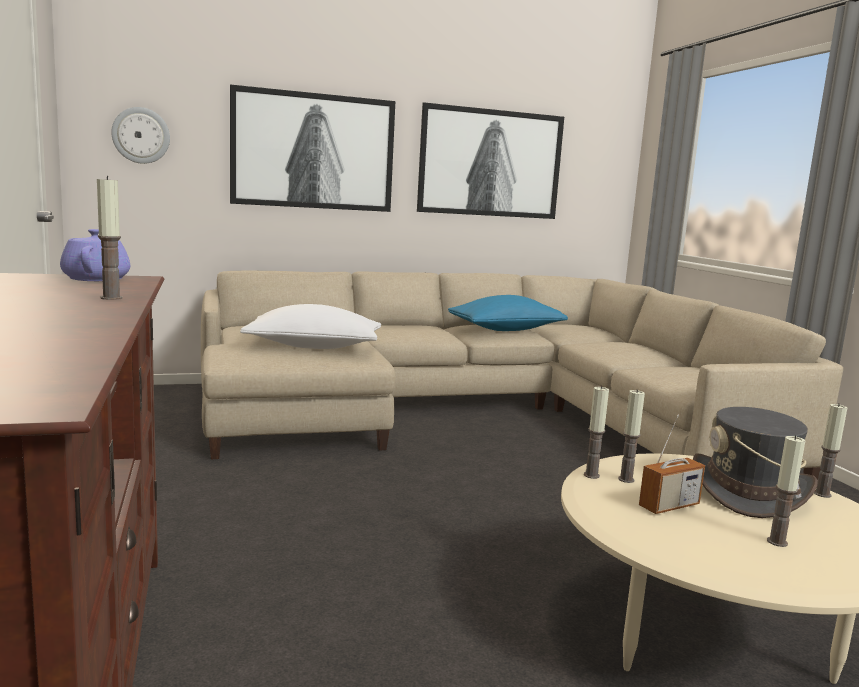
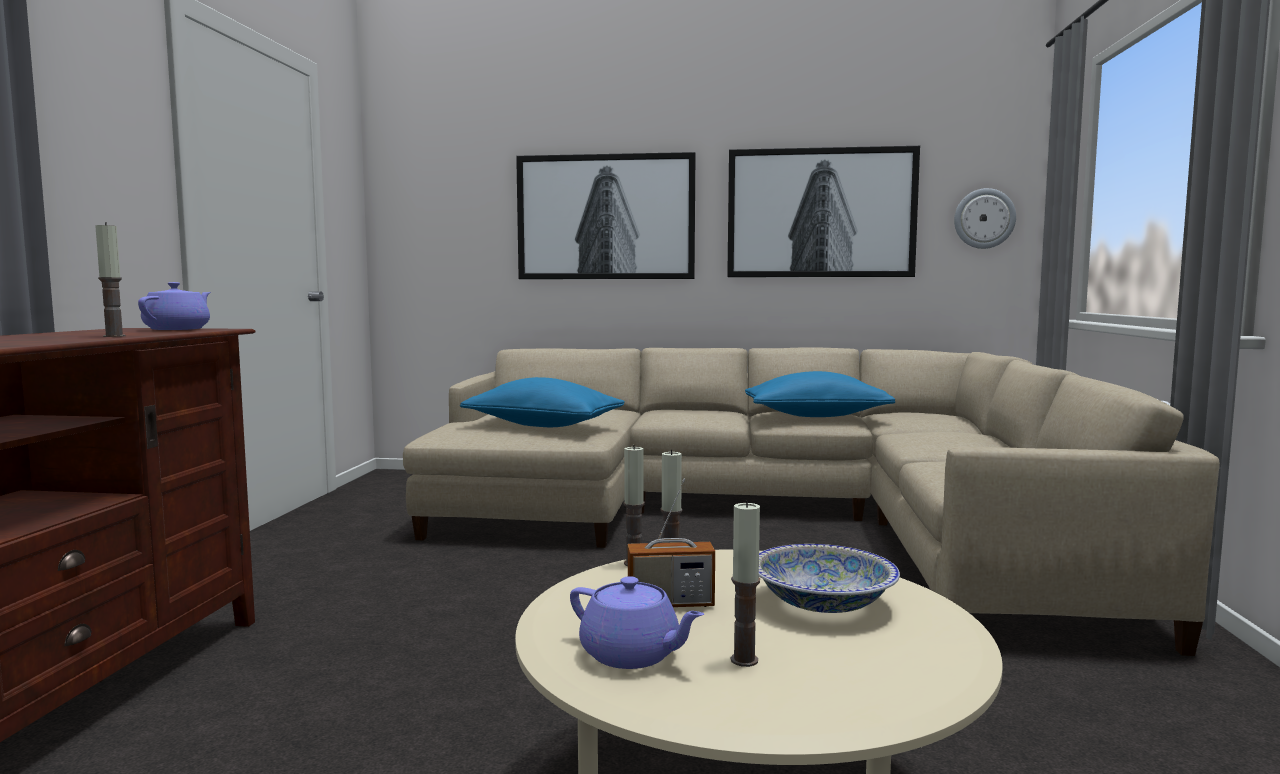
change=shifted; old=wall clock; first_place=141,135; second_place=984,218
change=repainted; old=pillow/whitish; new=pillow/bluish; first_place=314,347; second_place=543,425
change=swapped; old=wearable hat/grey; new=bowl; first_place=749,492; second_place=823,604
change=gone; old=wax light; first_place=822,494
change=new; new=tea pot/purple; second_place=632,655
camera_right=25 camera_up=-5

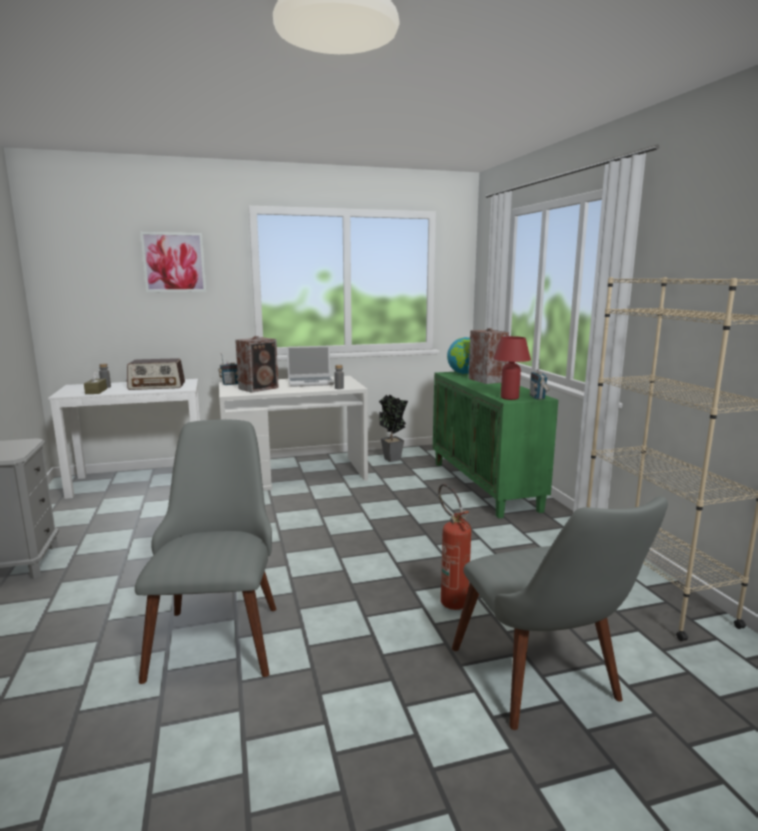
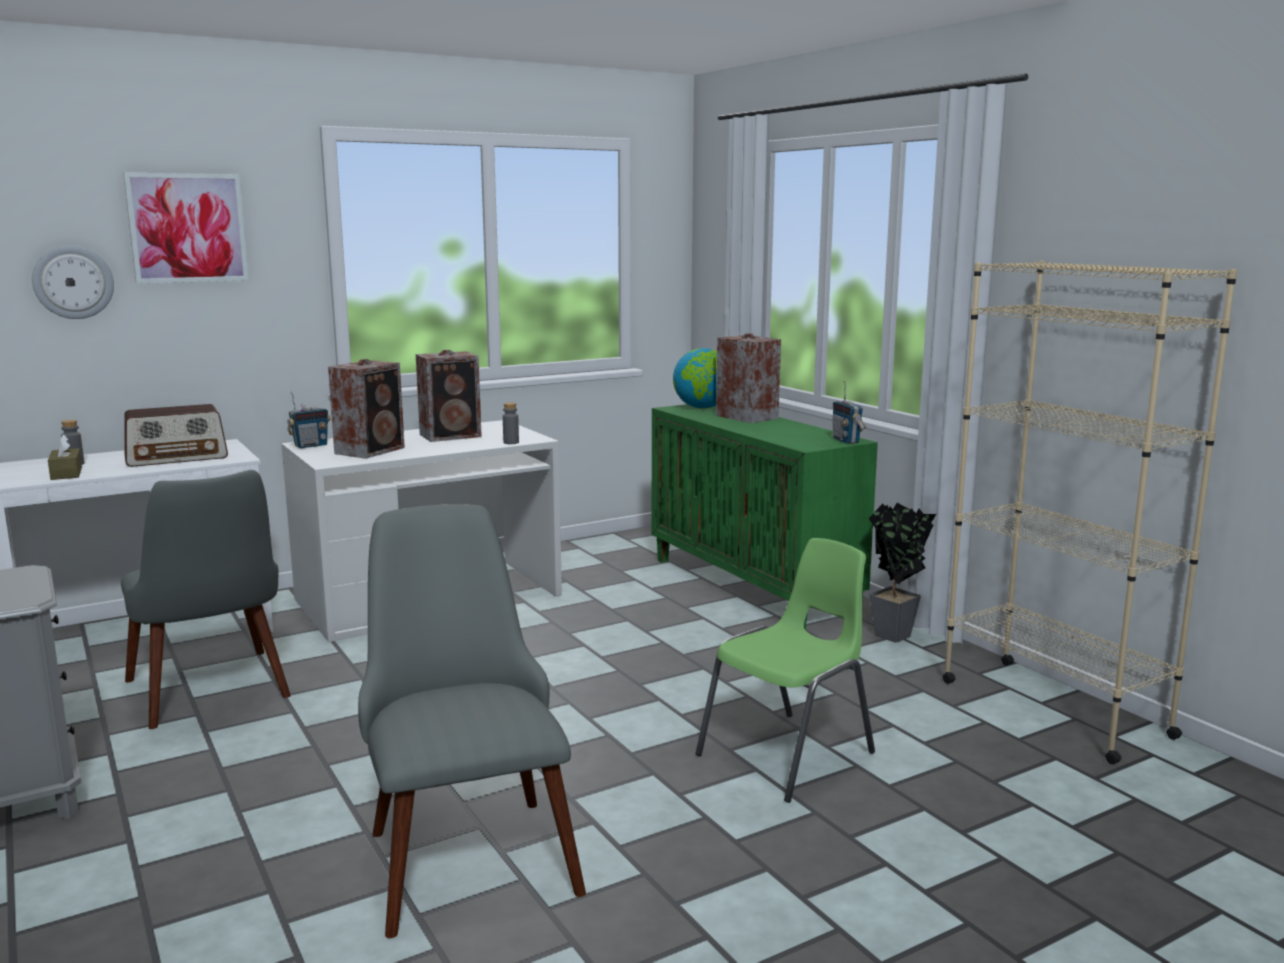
change=swapped; old=notebook computer; new=loudspeaker; first_place=311,382; second_place=452,435
change=shifted; old=potted plant; first_place=392,460; second_place=895,638
change=swapped; old=fire-fighting cylinder; new=chair/green-coloured; first_place=450,599; second_place=789,754
change=shifted; old=chair/grey; first_place=546,686; second_place=214,696
change=gone; old=lamp for a table/reddish; first_place=509,398
change=new; new=wall clock; second_place=73,282
camera_right=-15 camera_up=0

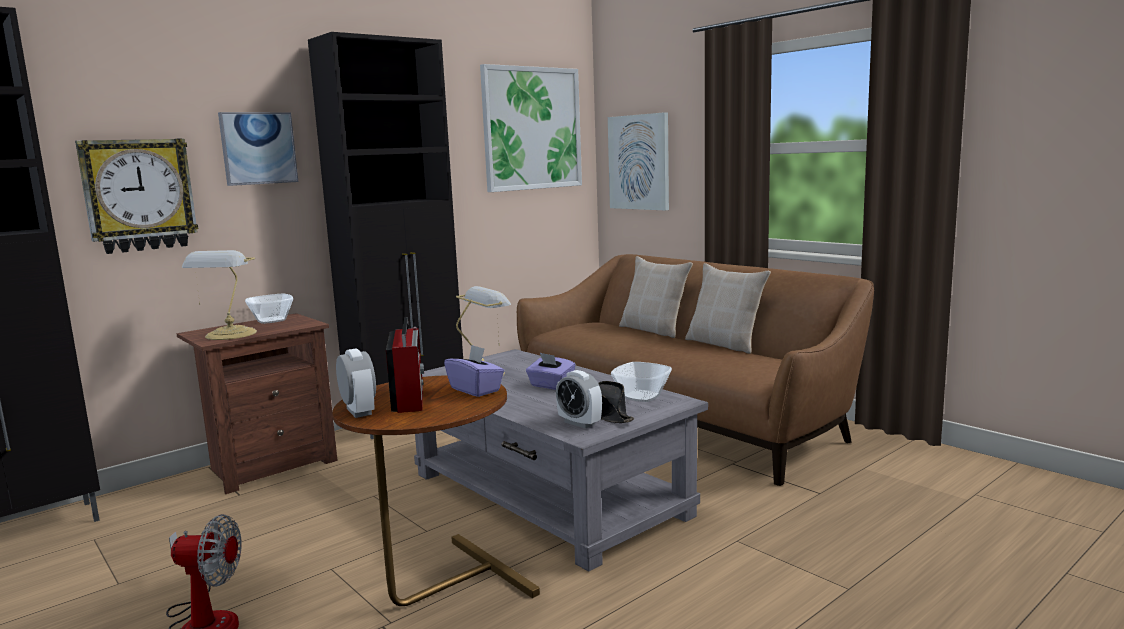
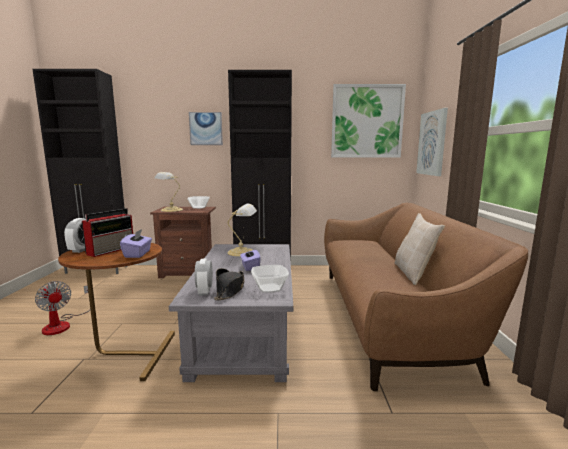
change=gone; old=wall clock; first_place=139,195
change=gone; old=pillow/beige-coloured; first_place=654,330
camera_right=40 camera_up=0

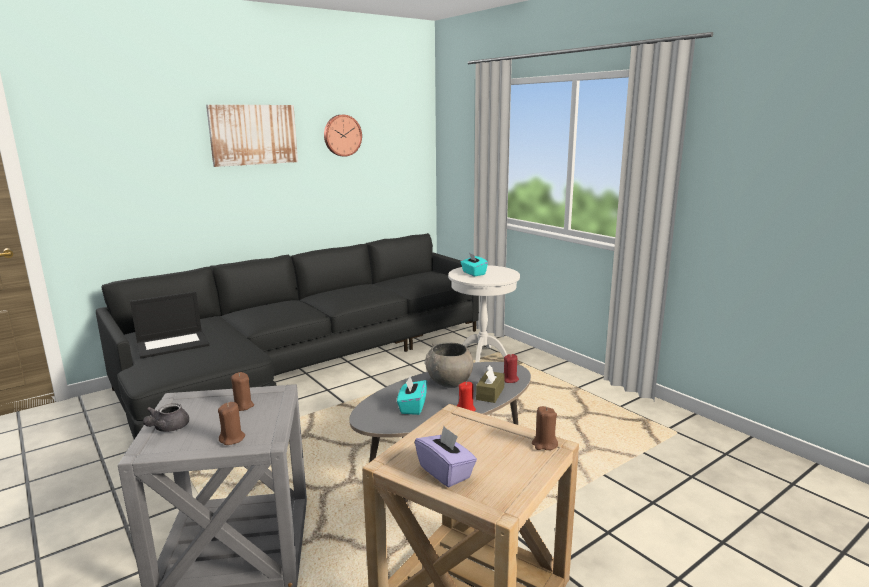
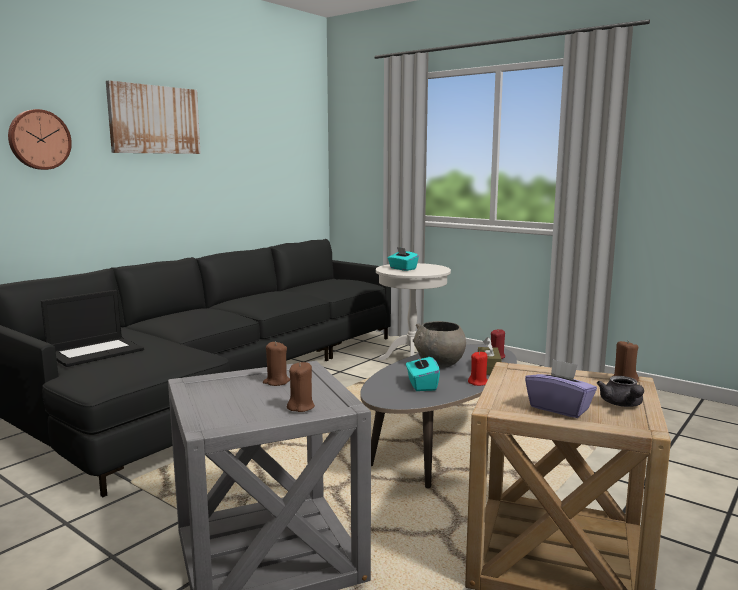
change=shifted; old=tea pot/grey; first_place=167,428; second_place=622,404
change=shifted; old=wall clock; first_place=342,135; second_place=39,139
camera_right=-15 camera_up=-5

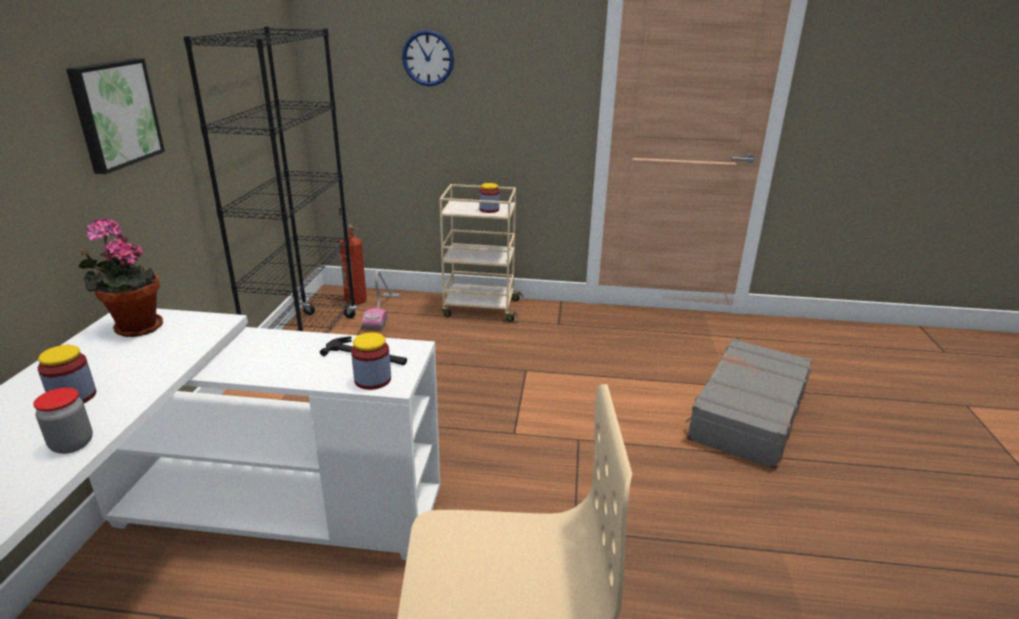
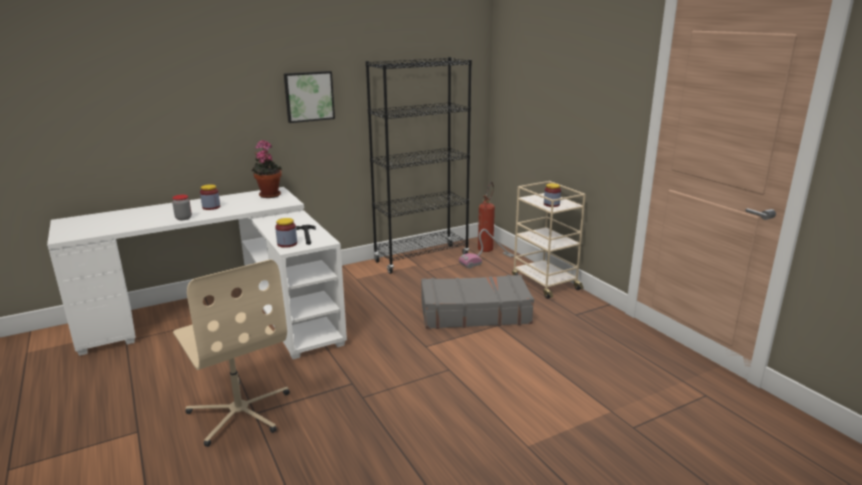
change=gone; old=wall clock; first_place=428,58
change=shifted; old=piece of luggage/grey; first_place=747,414; second_place=474,313
camera_right=55 camera_up=-5

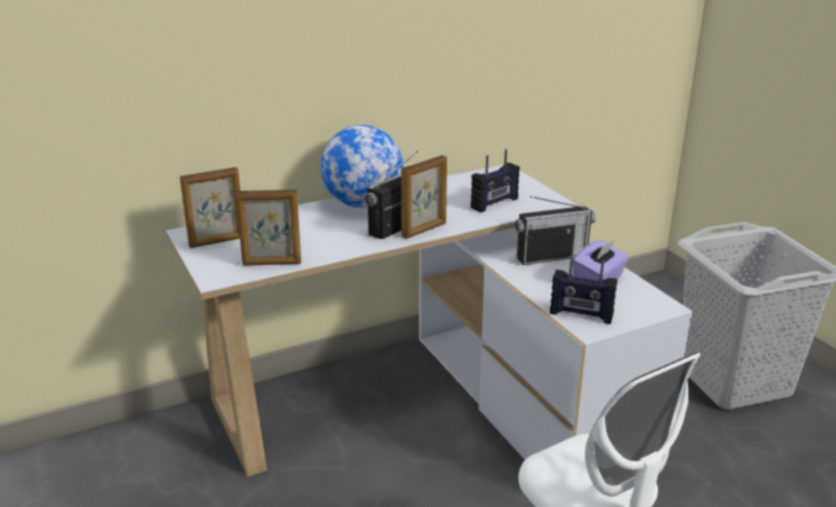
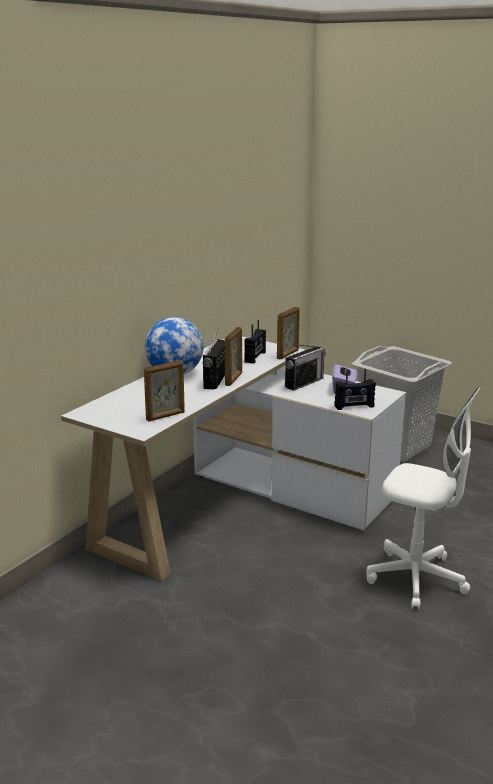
change=shifted; old=picture frame; first_place=217,242; second_place=288,354
camera_right=-30 camera_up=-5

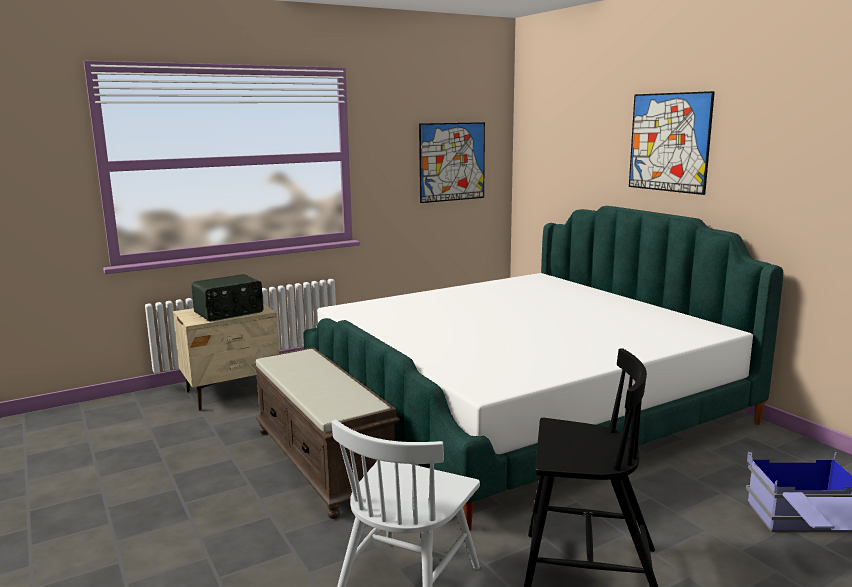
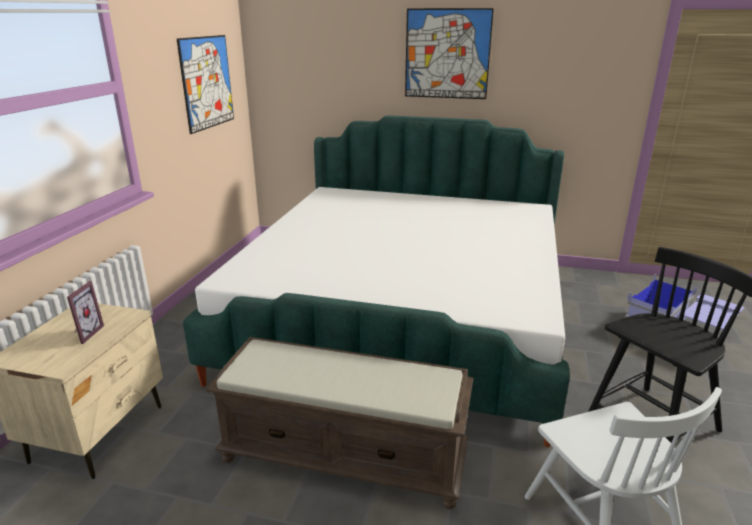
change=swapped; old=radio; new=picture frame; first_place=229,312; second_place=84,334
camera_right=-45 camera_up=10

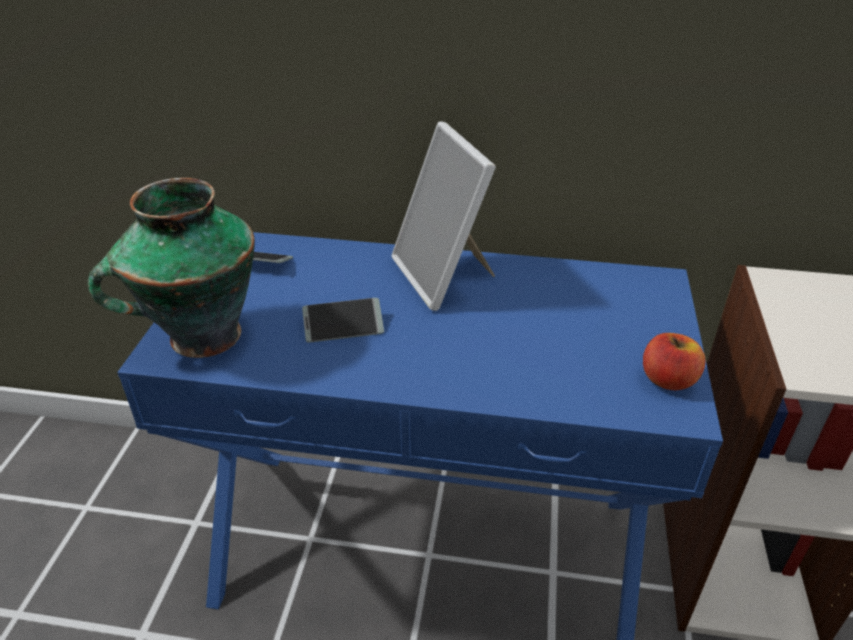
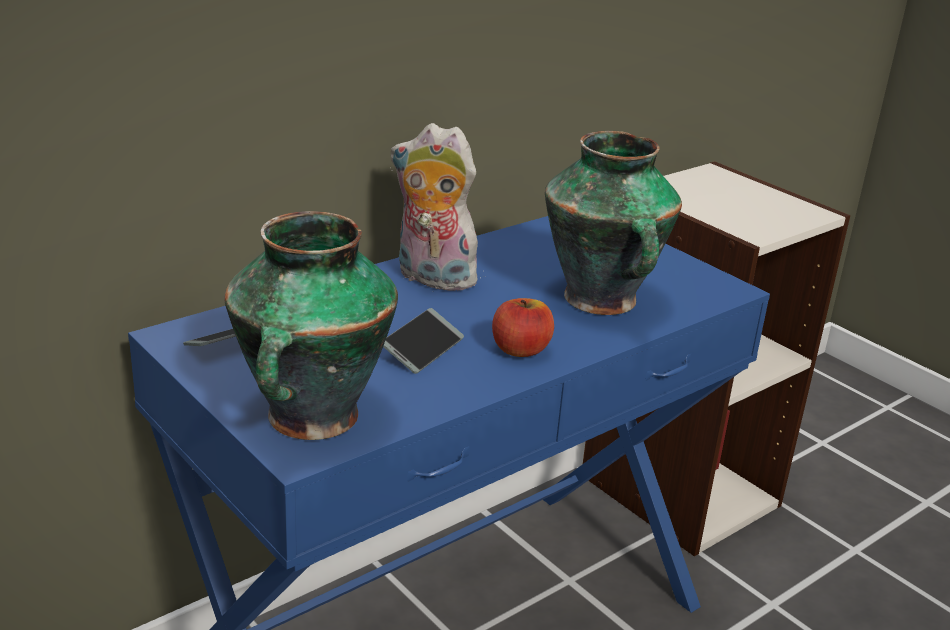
change=swapped; old=picture frame; new=cuddly toy; first_place=445,276; second_place=431,279
change=shifted; old=apple fruit; first_place=668,379; second_place=520,349
change=new; new=vase; second_place=601,301
camera_right=-50 camera_up=-10

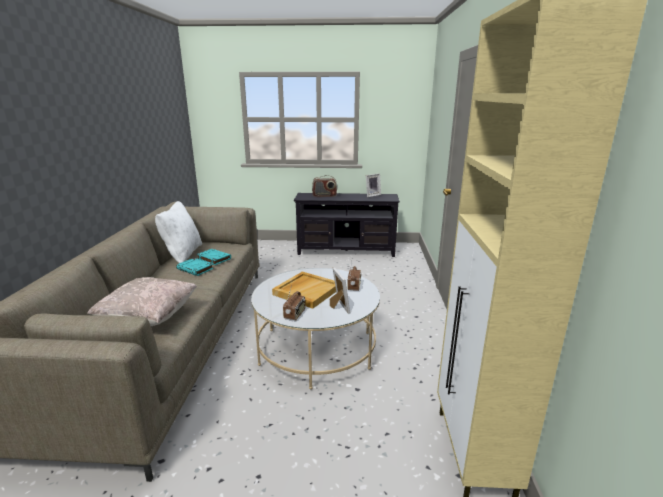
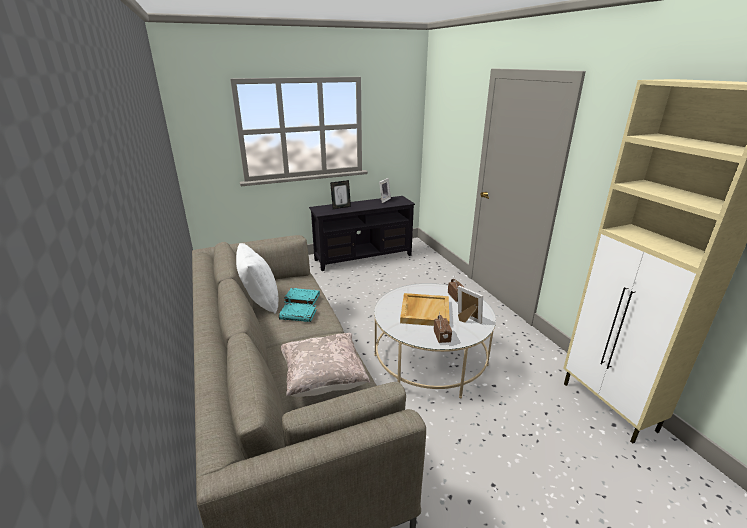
change=swapped; old=radio; new=picture frame; first_place=324,196; second_place=341,207
camera_right=-25 camera_up=5

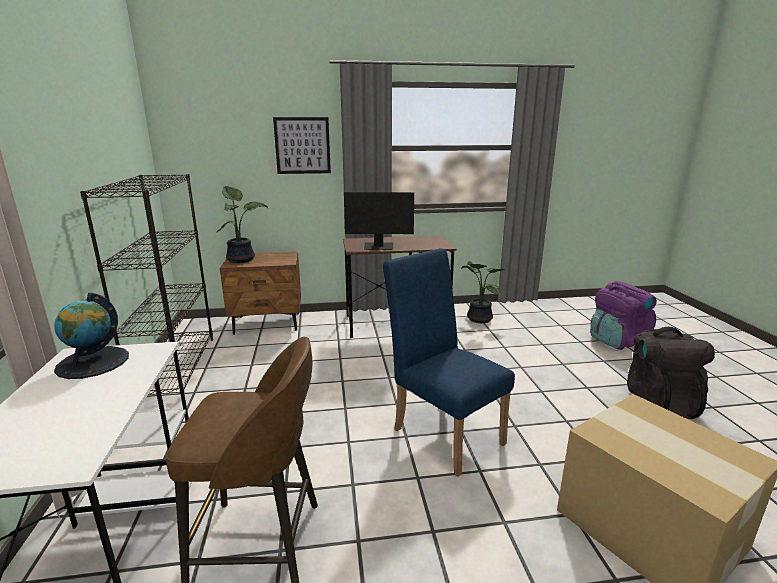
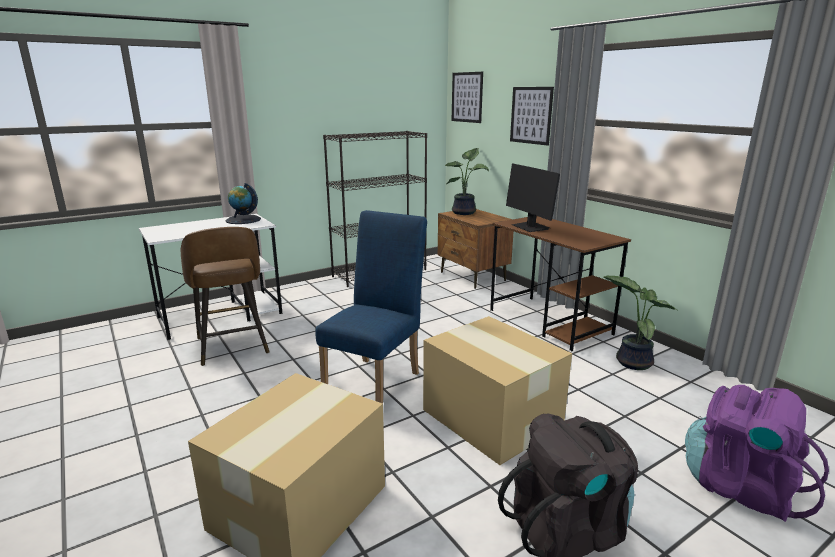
change=new; new=carton; second_place=491,416
change=new; new=picture; second_place=467,97
camera_right=65 camera_up=0

